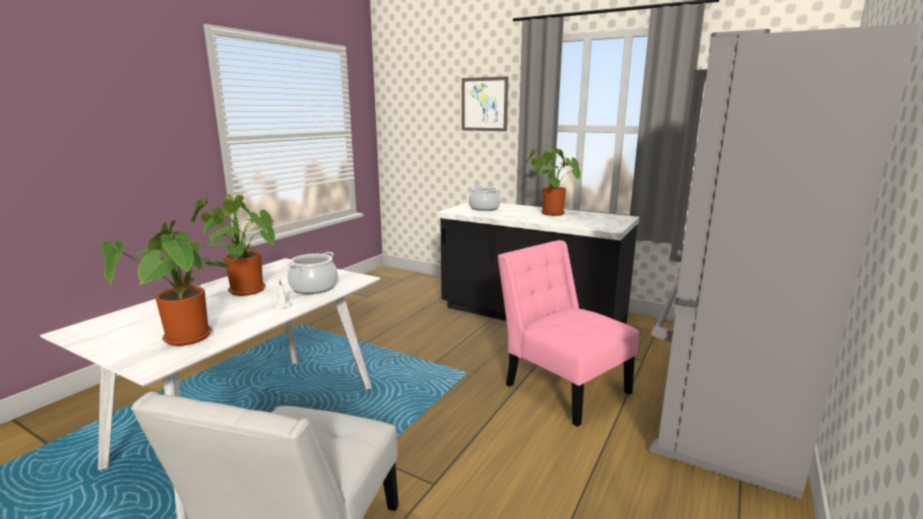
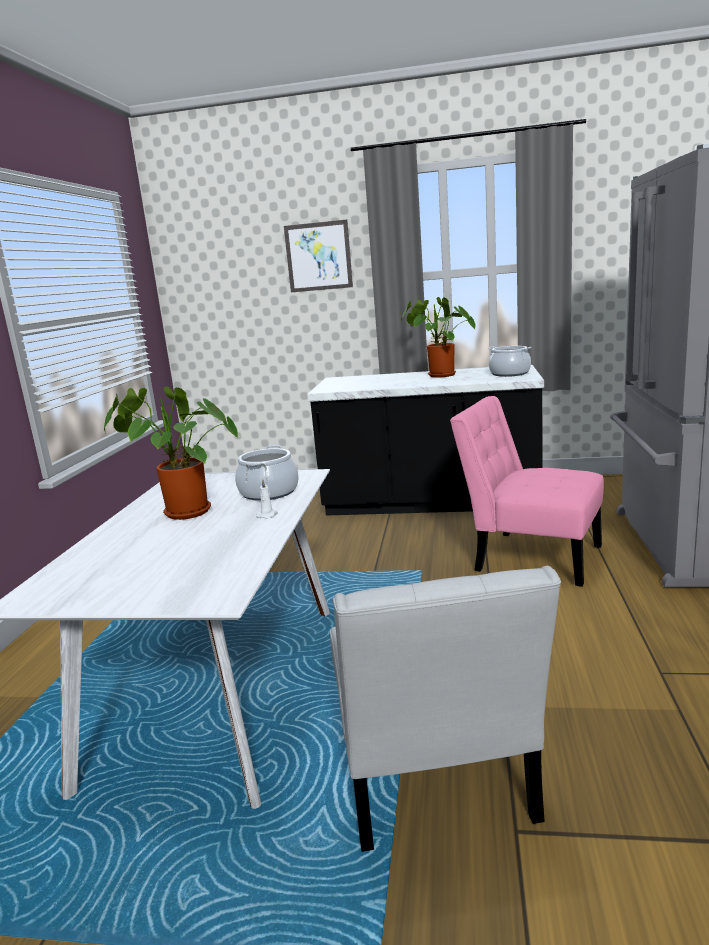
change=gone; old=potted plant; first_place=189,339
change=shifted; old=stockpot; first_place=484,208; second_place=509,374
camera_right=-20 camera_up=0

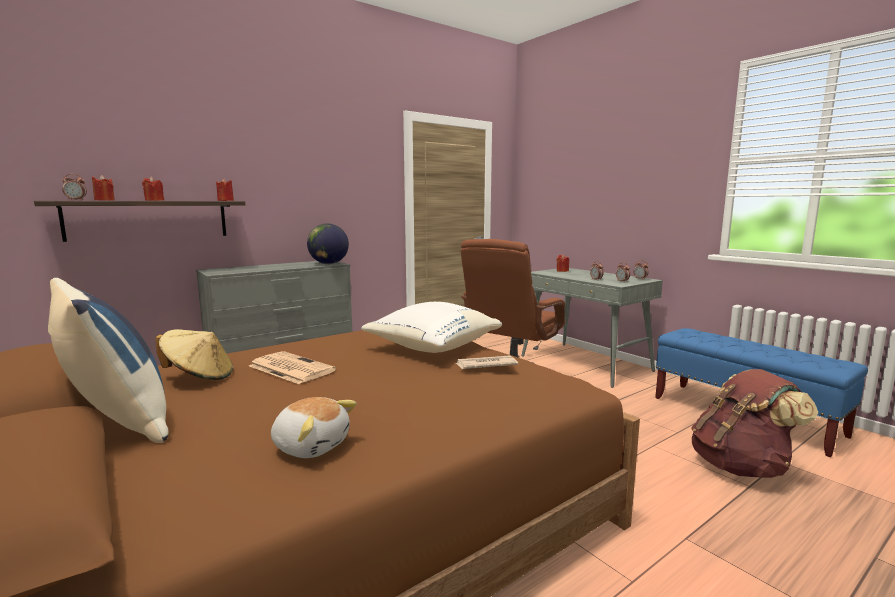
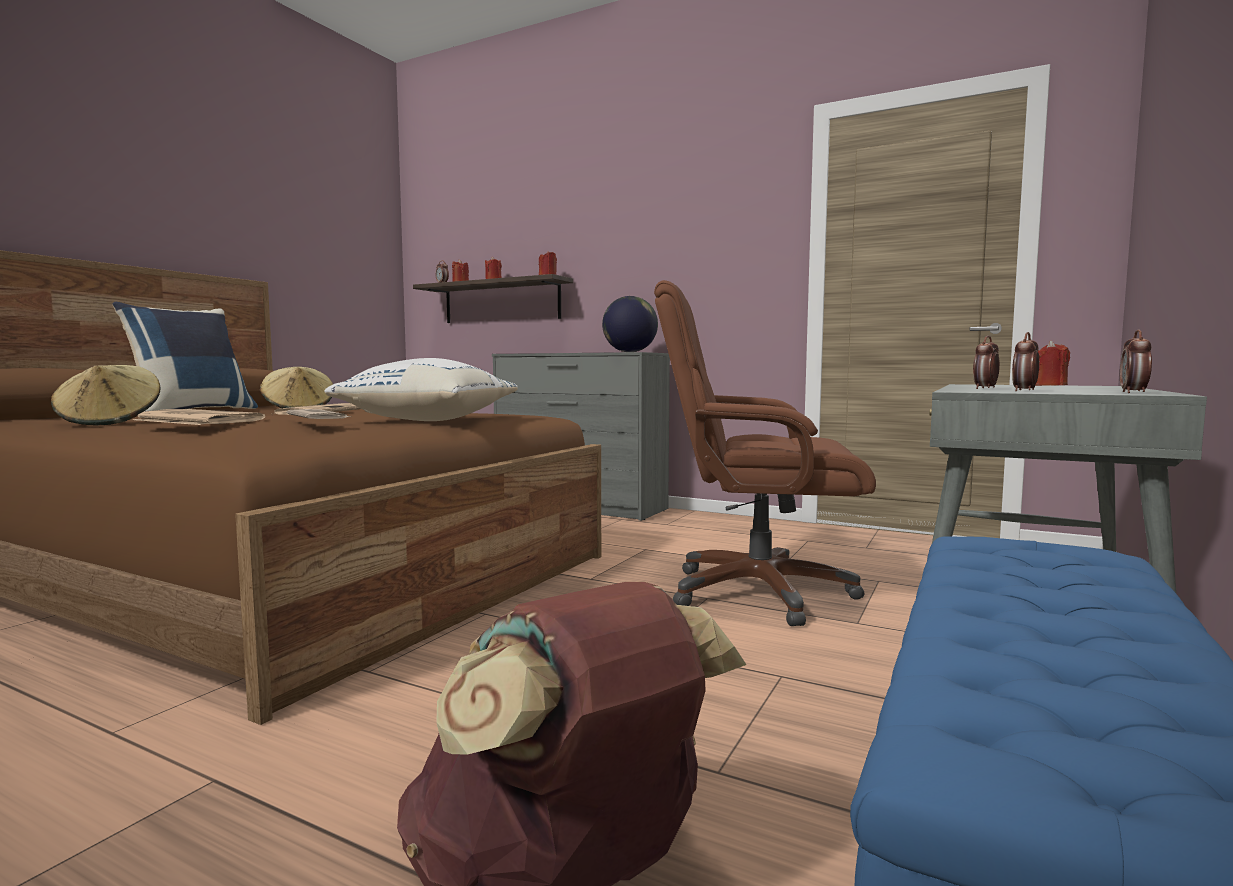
change=swapped; old=cuddly toy; new=wearable hat/beige-coloured; first_place=311,445; second_place=110,422
change=new; new=newspaper; second_place=196,420
camera_right=65 camera_up=-5

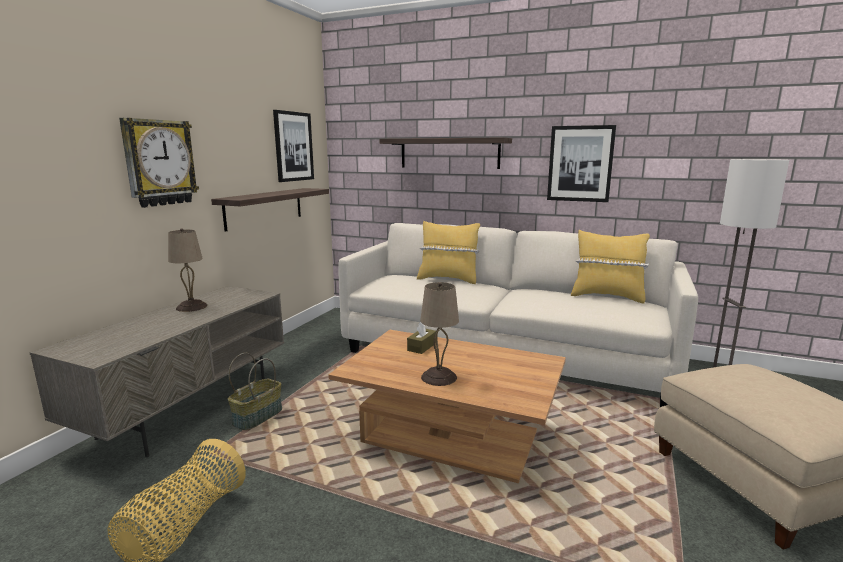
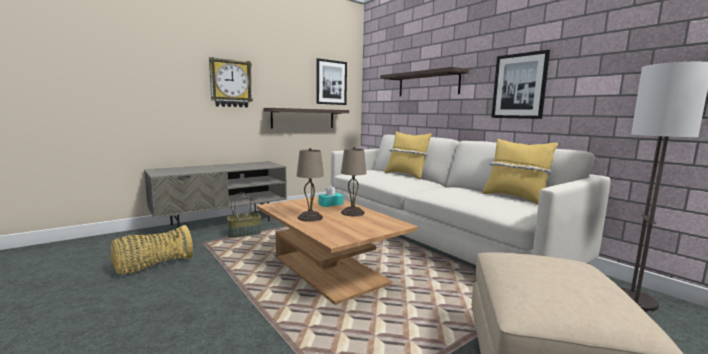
change=shifted; old=lamp for a table/beige-coloured; first_place=191,307; second_place=352,212
change=repainted; old=tissue box/brown-coloured; new=tissue box/turquoise; first_place=422,347; second_place=331,204
camera_right=30 camera_up=-5

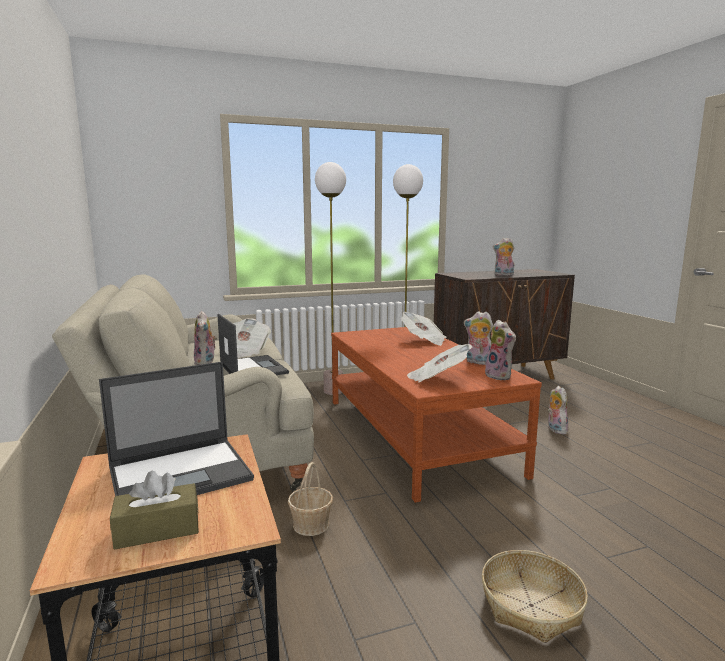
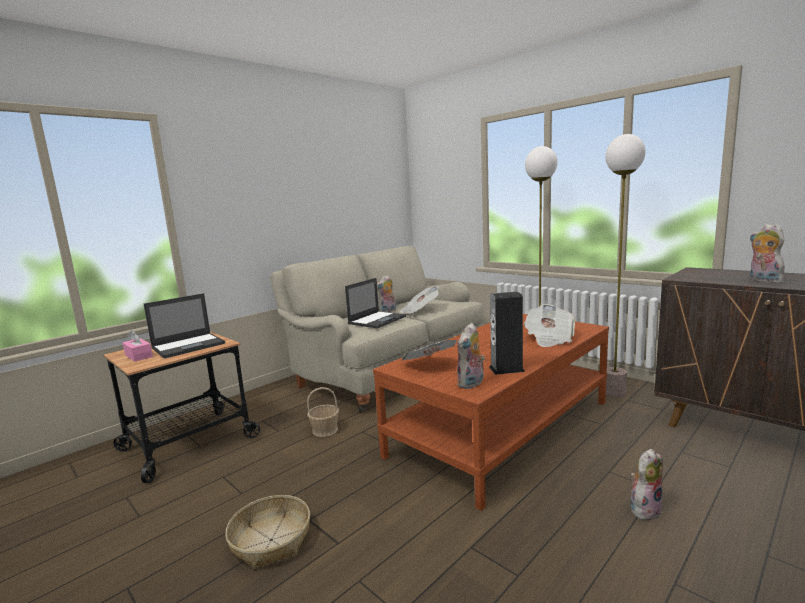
change=rotated; old=notebook computer; first_place=182,473; second_place=189,345; degrees=-75
change=repainted; old=tissue box/brown-coloured; new=tissue box/pink; first_place=157,529; second_place=138,356
change=swapped; old=cuddly toy; new=loudspeaker; first_place=478,362; second_place=506,369
camera_right=65 camera_up=0

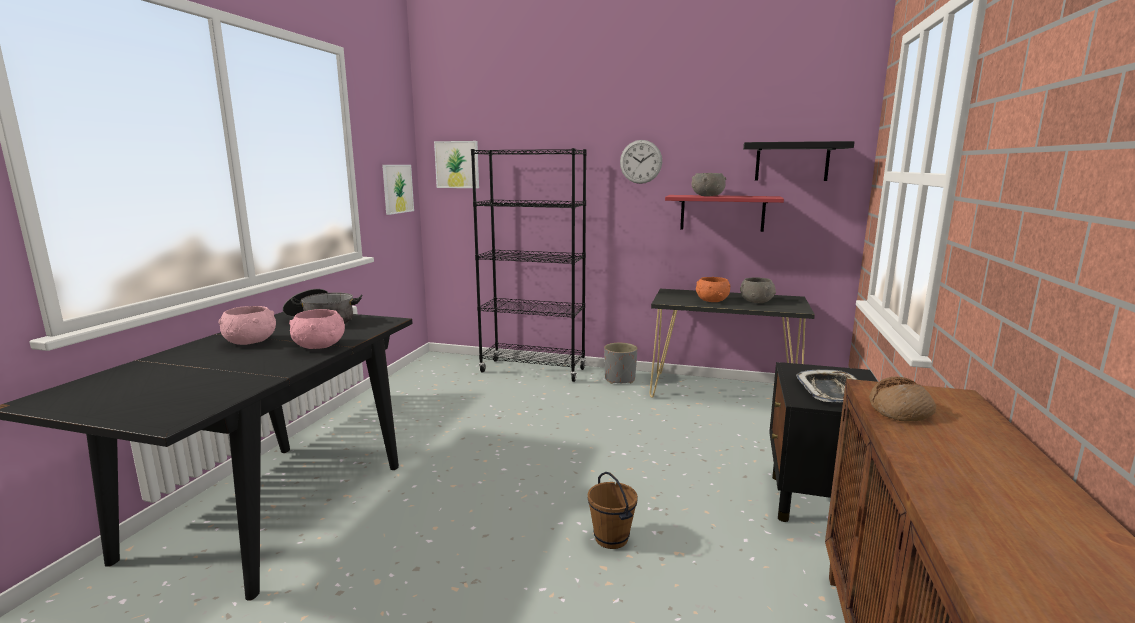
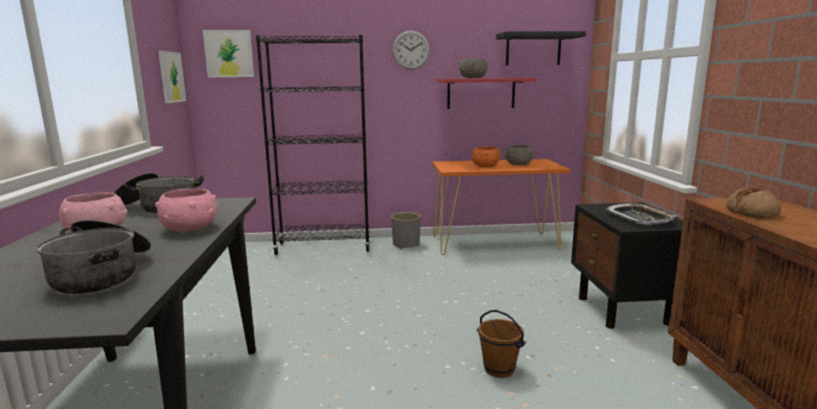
change=repainted; old=hall table/blackish; new=hall table/orangey; first_place=724,392; second_place=495,243
change=new; new=stockpot; second_place=103,273
camera_right=-20 camera_up=0

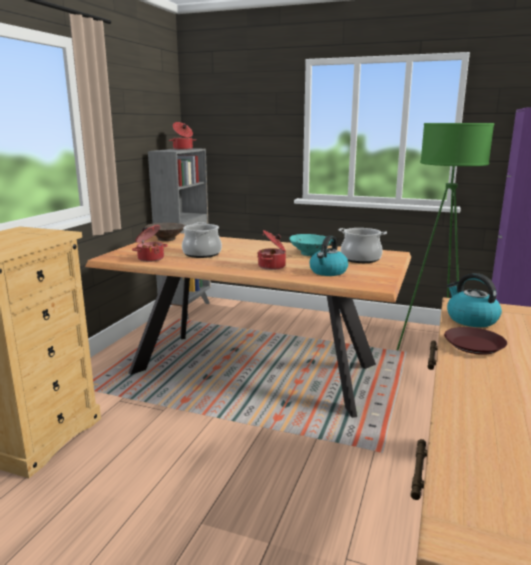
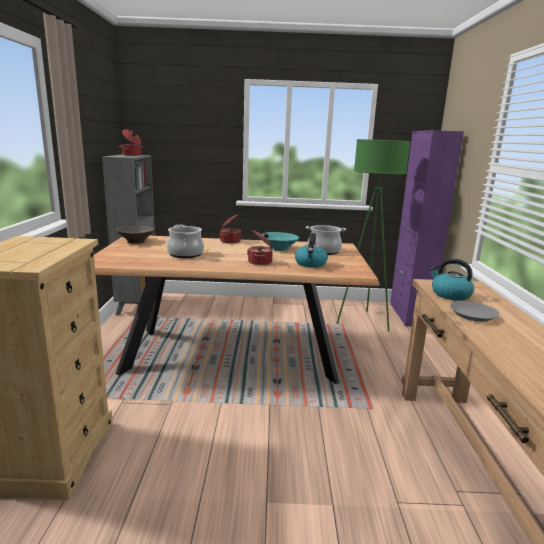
change=shifted; old=stockpot; first_place=150,258; second_place=229,241
change=repainted; old=dinner plate/brown-coloured; new=dinner plate/grey; first_place=473,345; second_place=473,315
camera_right=-20 camera_up=0

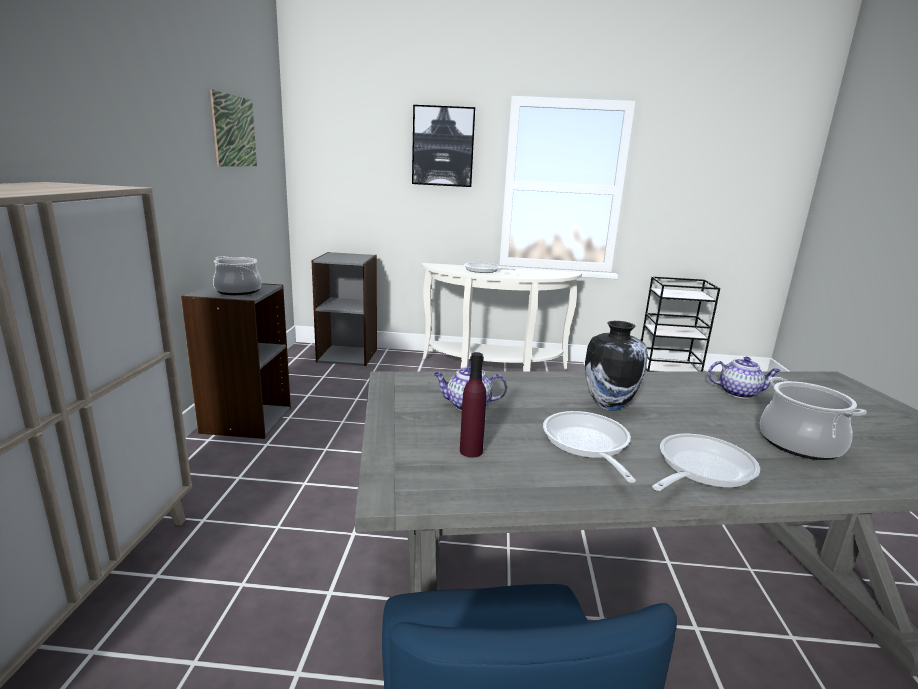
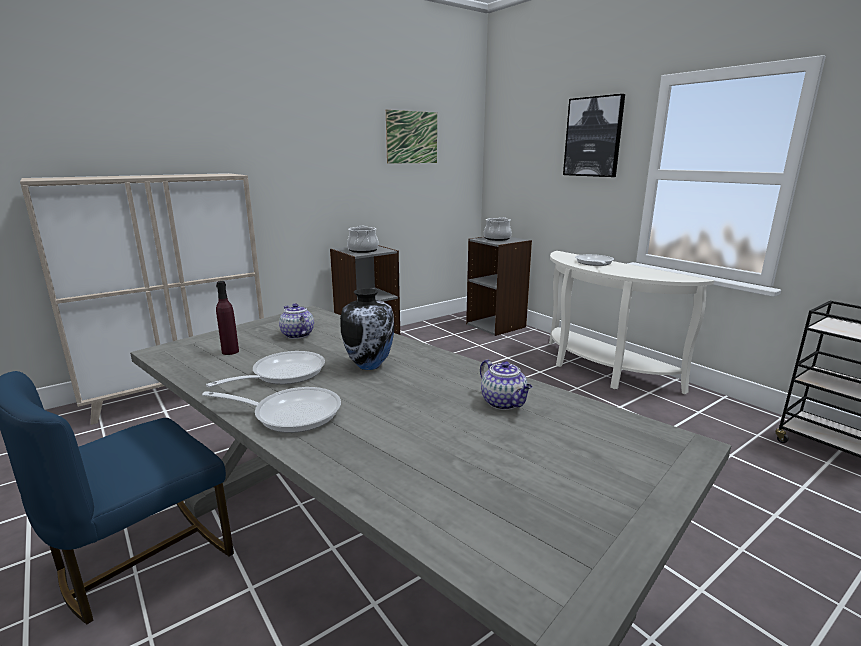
change=shifted; old=stockpot; first_place=800,443; second_place=497,239
camera_right=50 camera_up=0

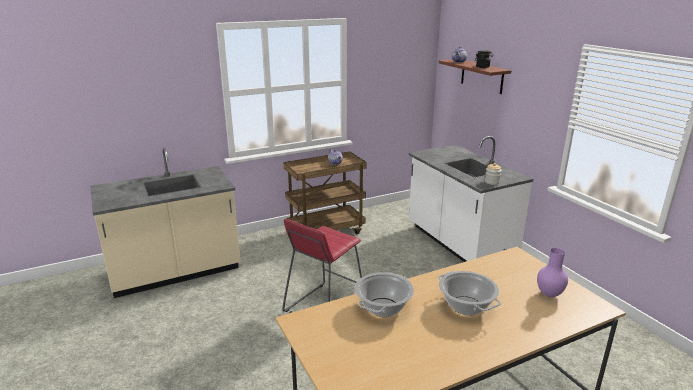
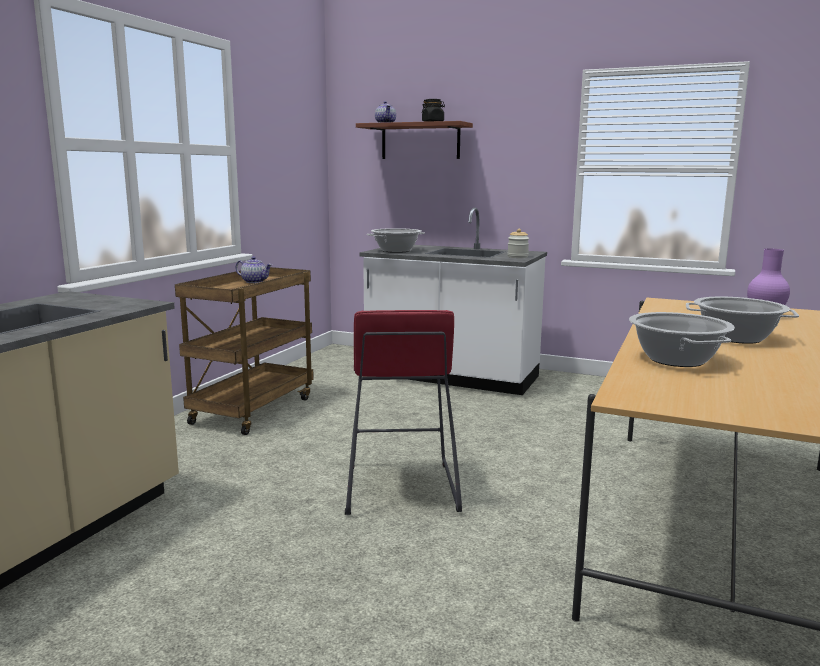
change=new; new=stockpot; second_place=396,250
camera_right=-40 camera_up=-10

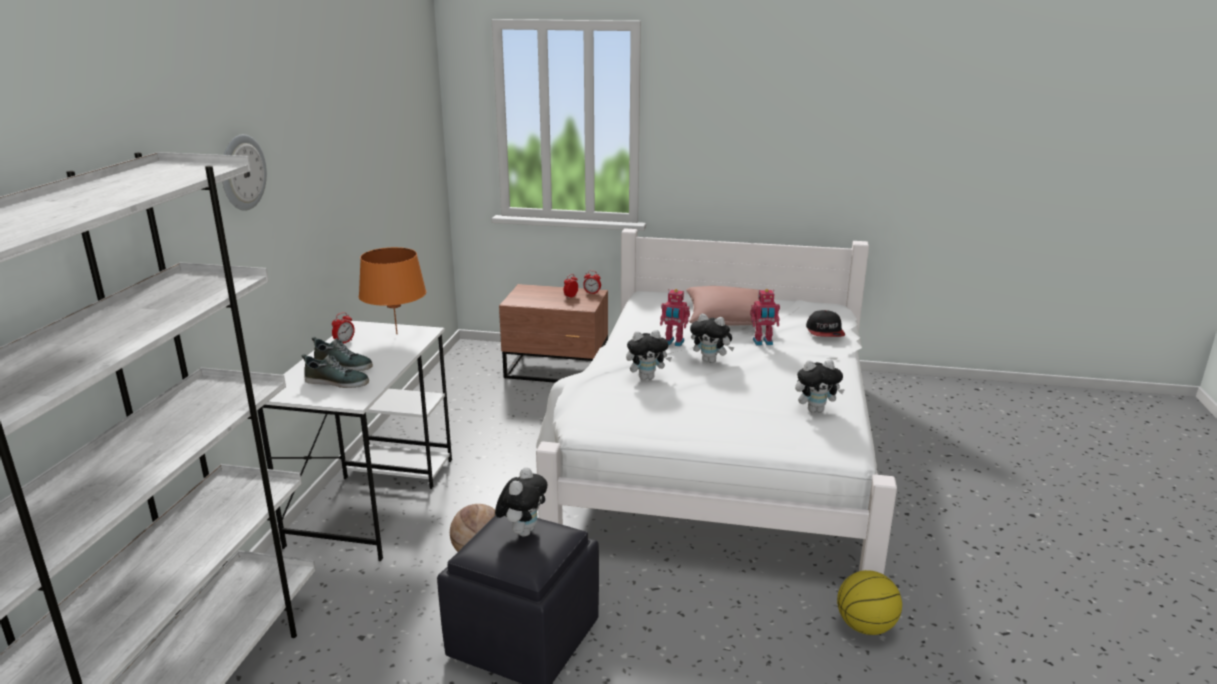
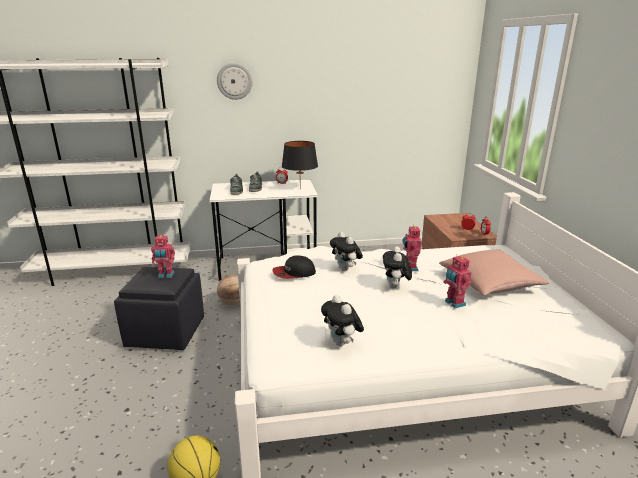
change=repainted; old=lamp for a table/orangey; new=lamp for a table/blackish; first_place=396,334; second_place=300,189
change=swapped; old=cuddly toy; new=robot figure; first_place=523,531; second_place=166,275
change=shifted; old=peaked cap; first_place=825,332; second_place=294,273
camera_right=70 camera_up=0

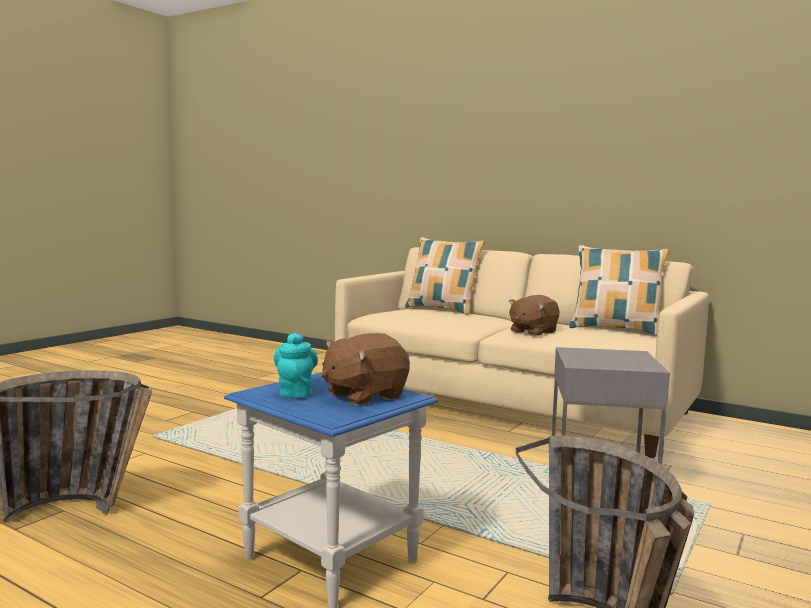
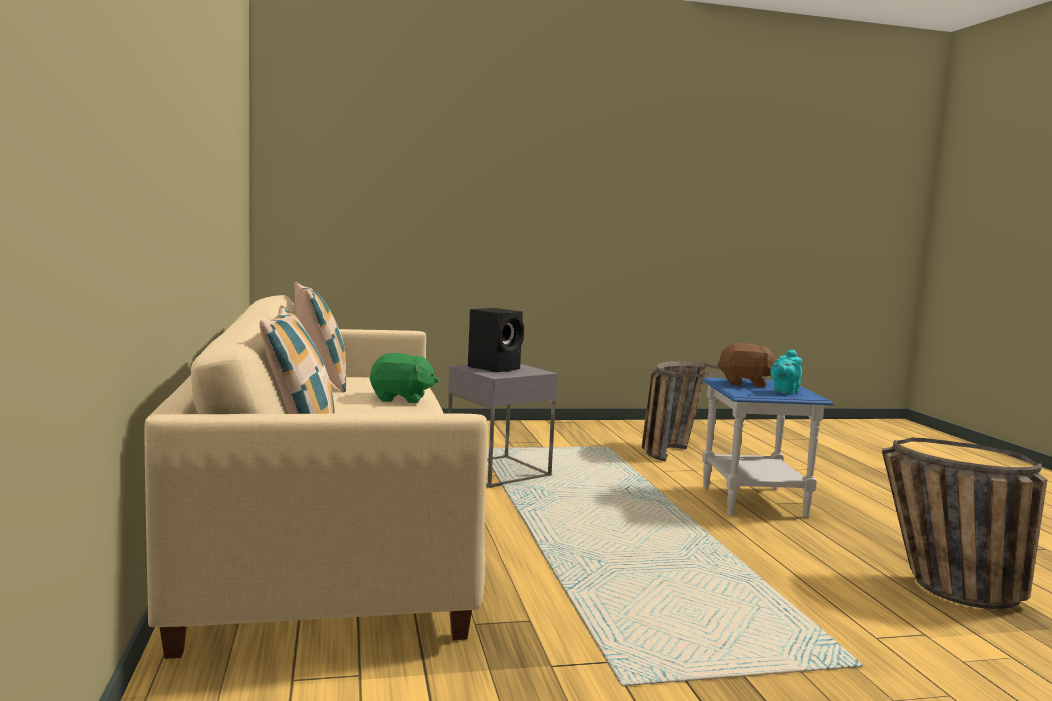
change=repainted; old=cuddly toy/brown-coloured; new=cuddly toy/green-coloured; first_place=532,332; second_place=401,399
change=new; new=loudspeaker/blackish; second_place=495,368
camera_right=-135 camera_up=0

